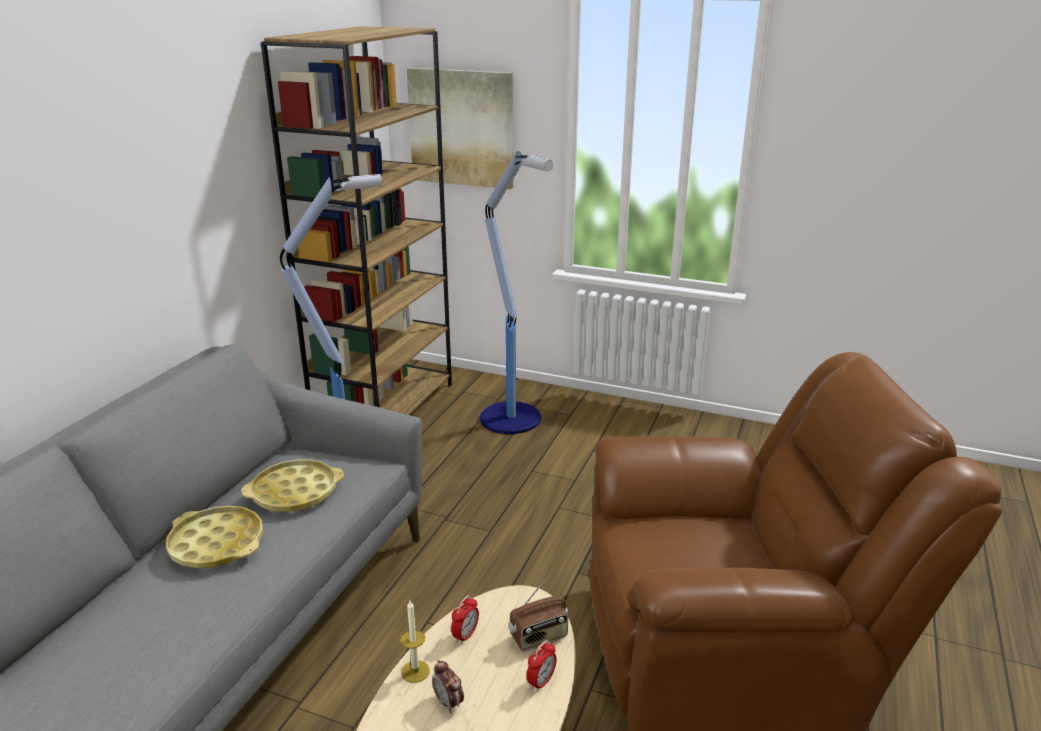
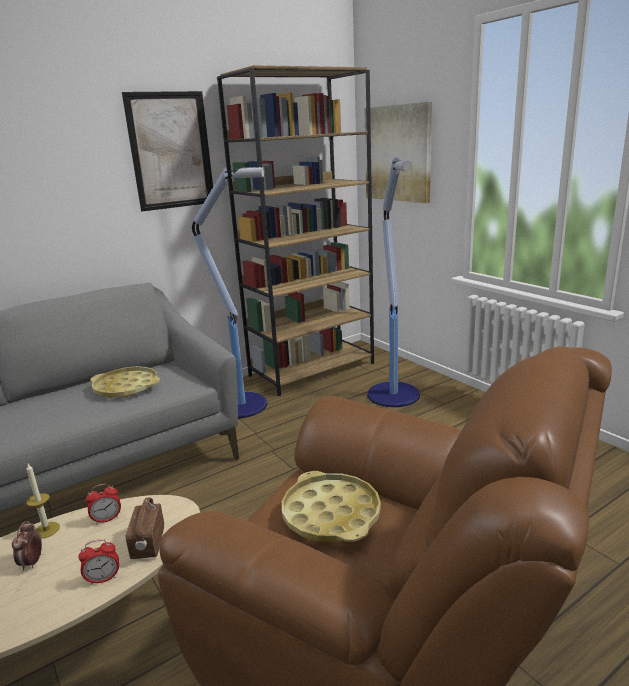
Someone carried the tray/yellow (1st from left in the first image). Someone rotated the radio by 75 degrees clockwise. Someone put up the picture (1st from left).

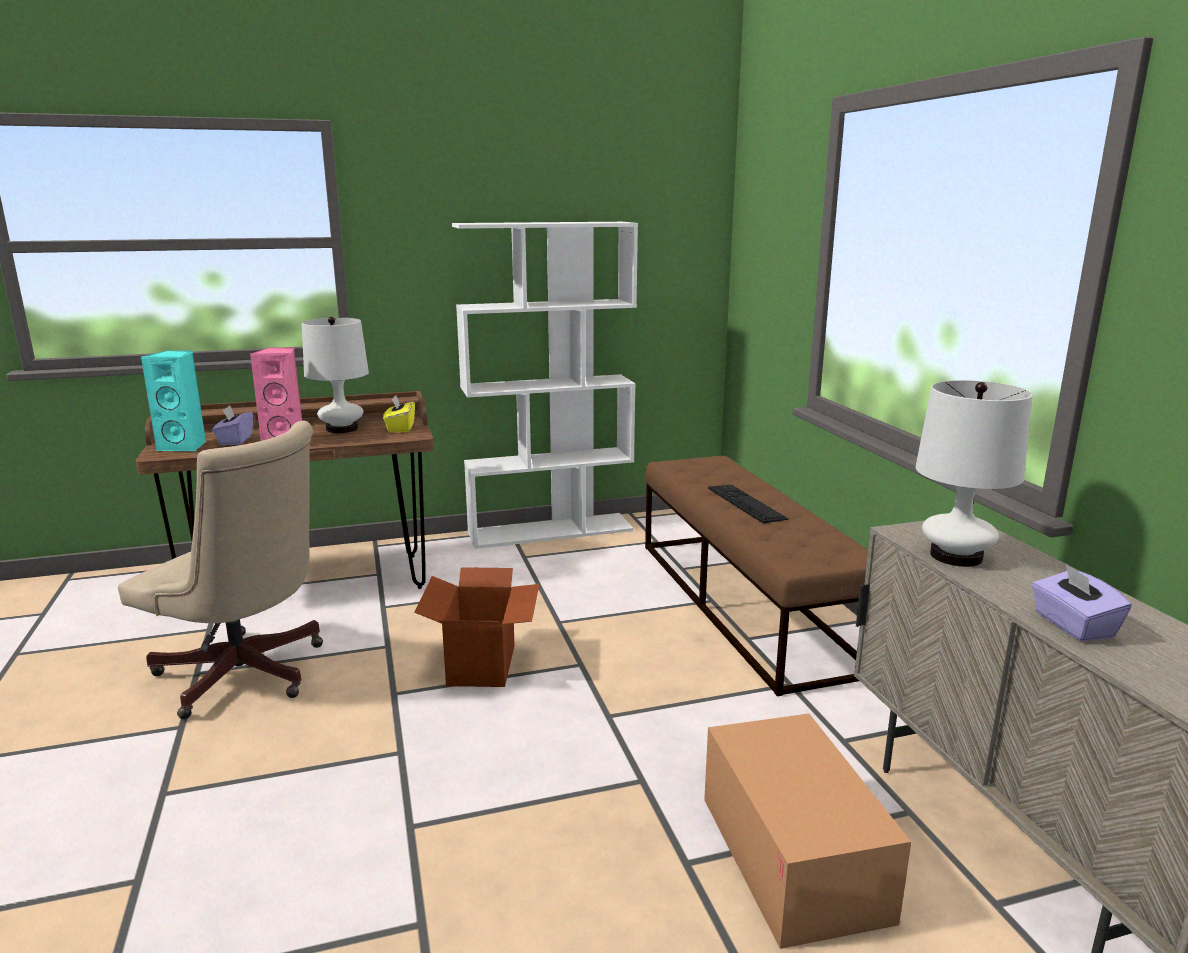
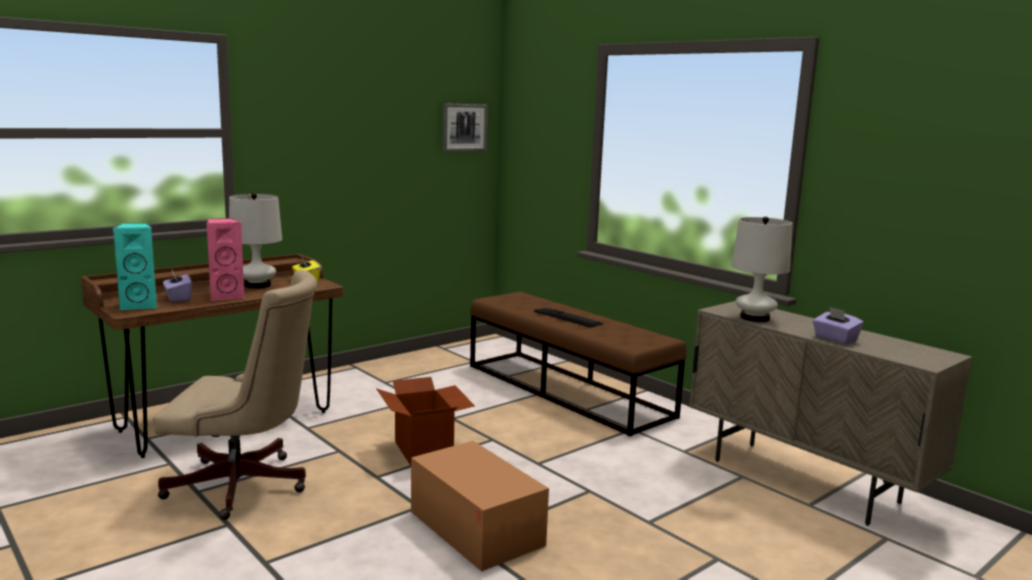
Someone took away the bookcase/white. Someone carried the cardboard box (2nd from left). Someone put up the picture.

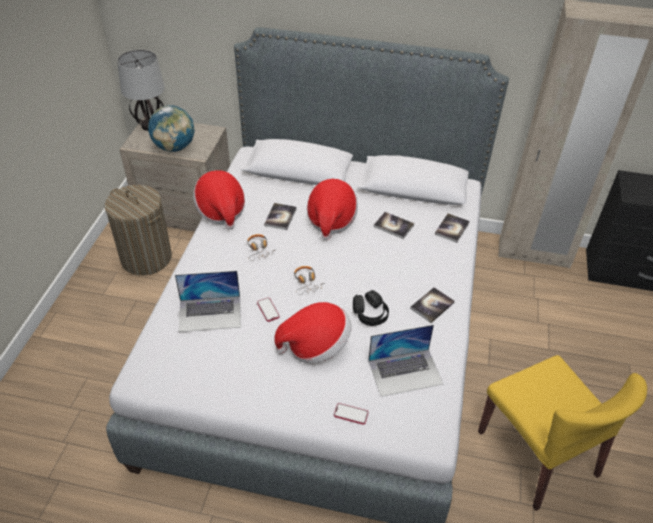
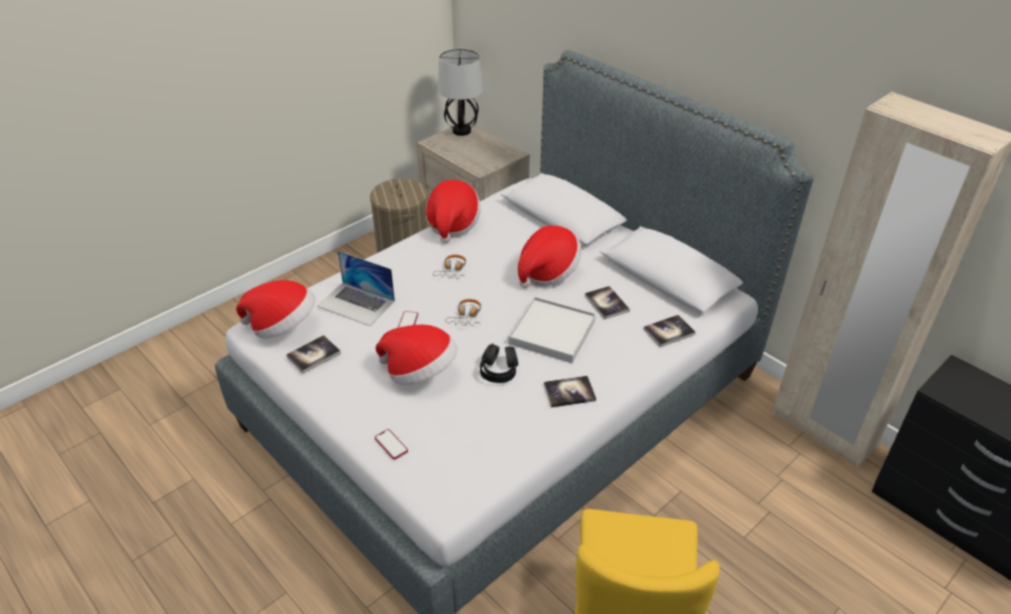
Someone took away the globe. Someone carried the book (1st from left). Someone took away the laptop (2nd from left). Someone put down the hat (1st from left). Someone put down the tray/white.

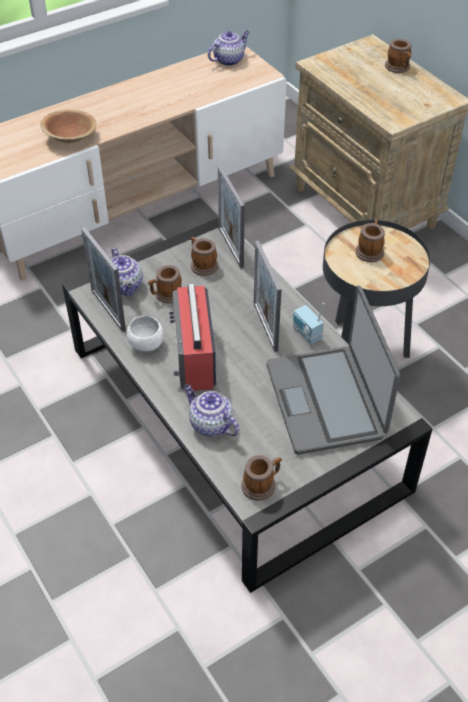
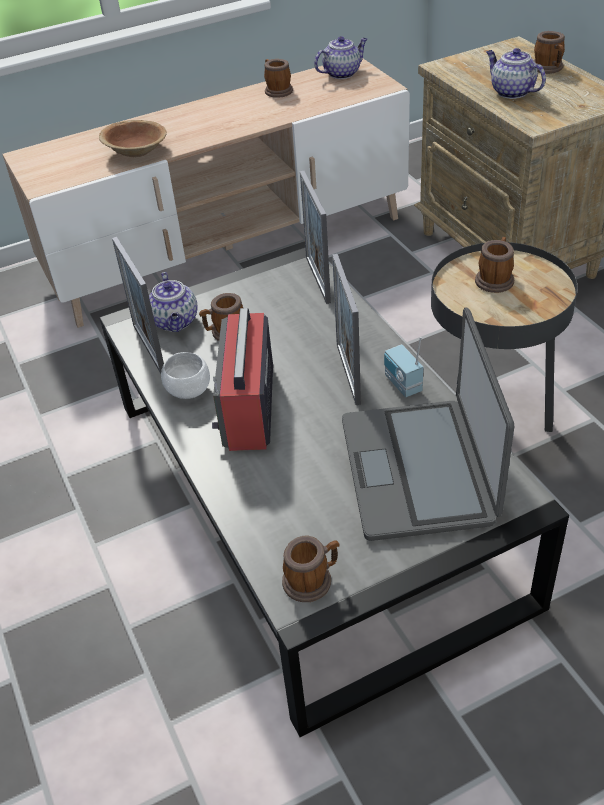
Someone carried the teapot (2nd from left in the first image). Someone carried the mug (2nd from left).

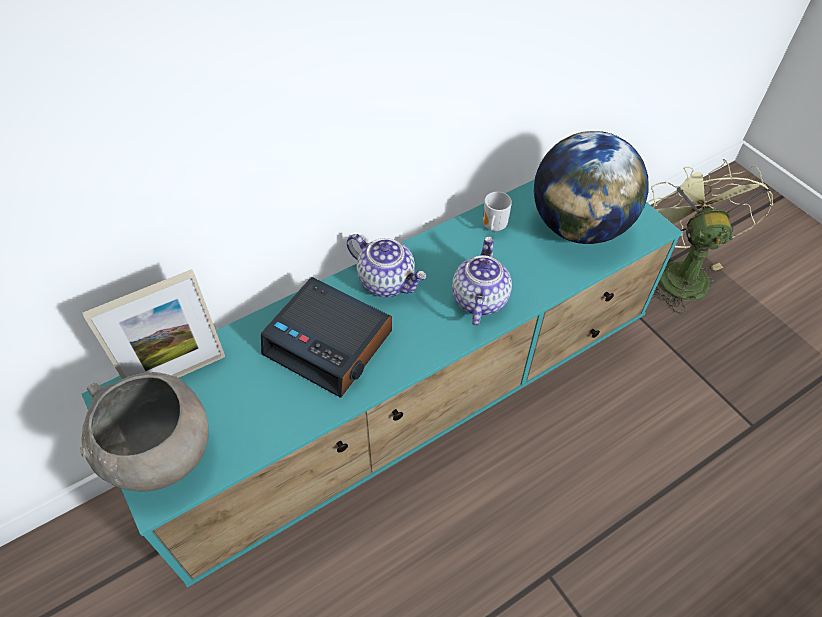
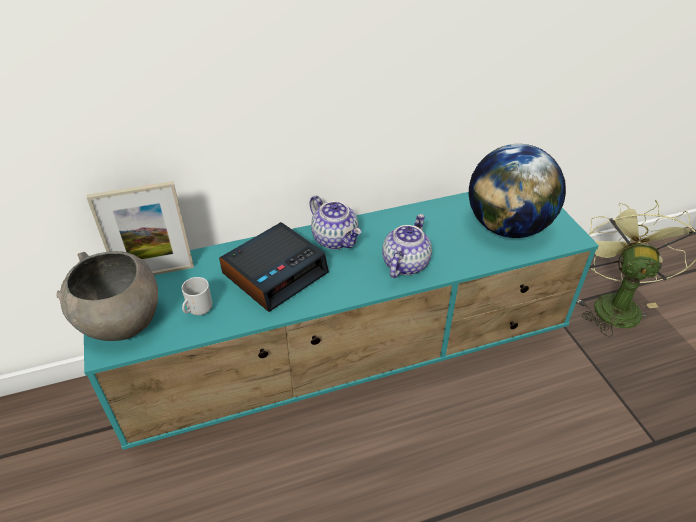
Someone rotated the alarm clock by 90 degrees counterclockwise. Someone carried the mug.

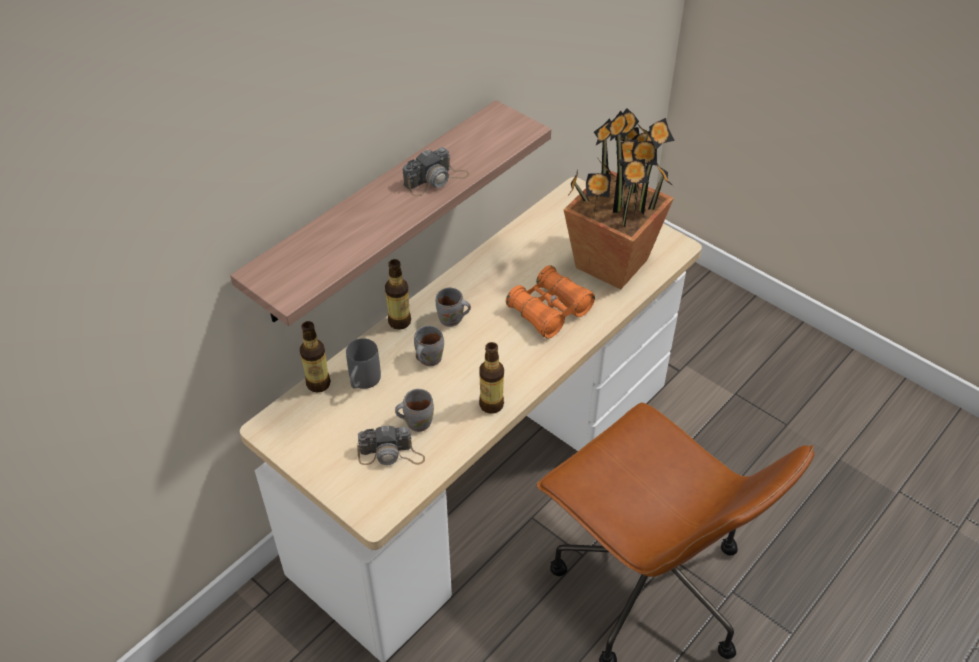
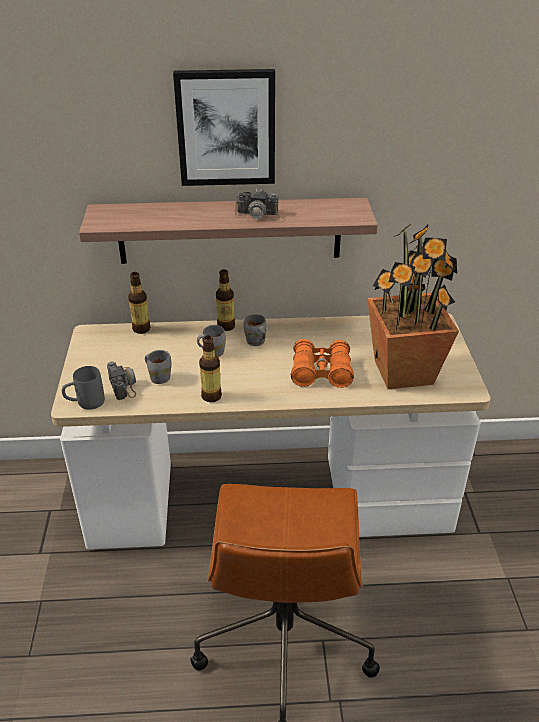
Someone carried the mug/grey (1st from left). Someone rotated the photo camera (1st from left) by 150 degrees counterclockwise. Someone put up the picture.

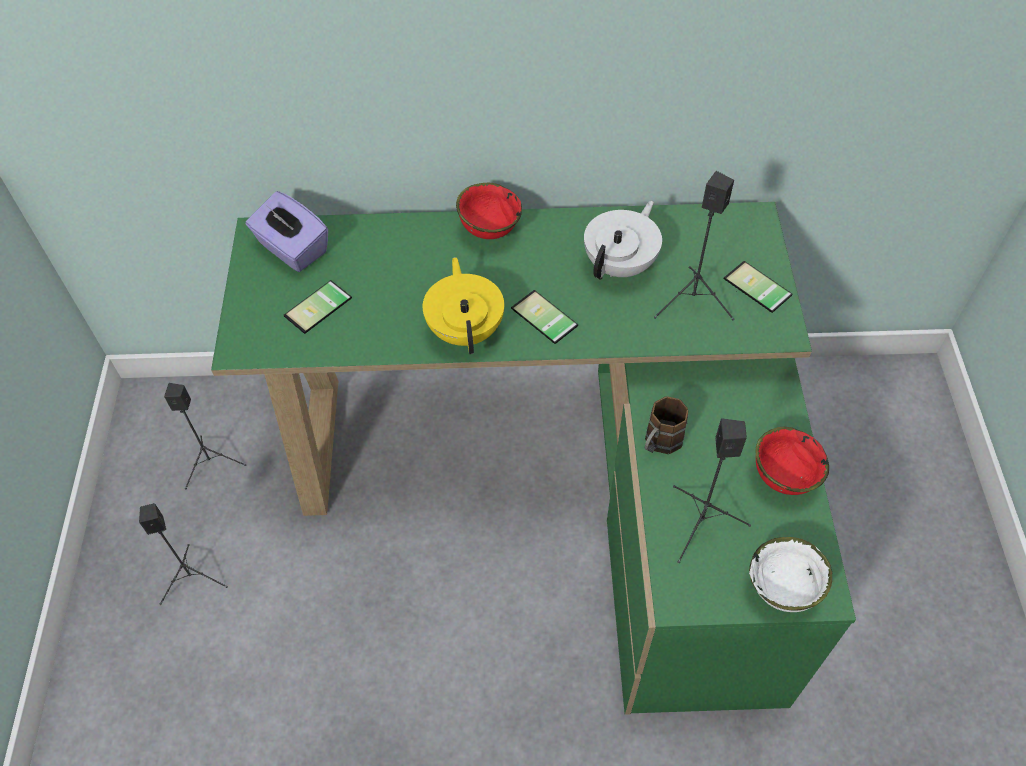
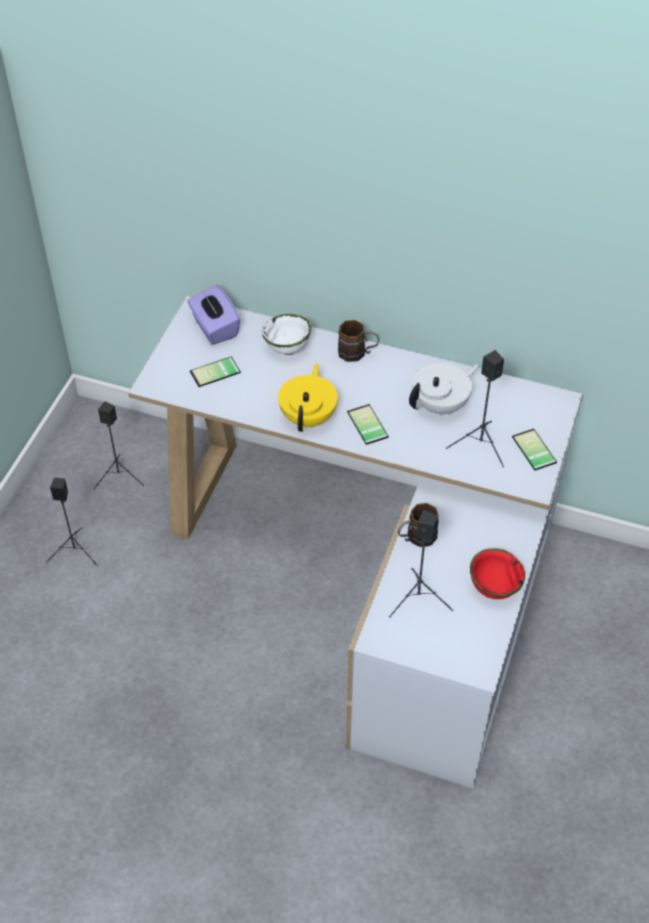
Someone repainted the desk/green, which became the desk/white. Someone swapped the bowl/red (1st from left) for the mug/brown (1st from left). Someone carried the bowl/white.

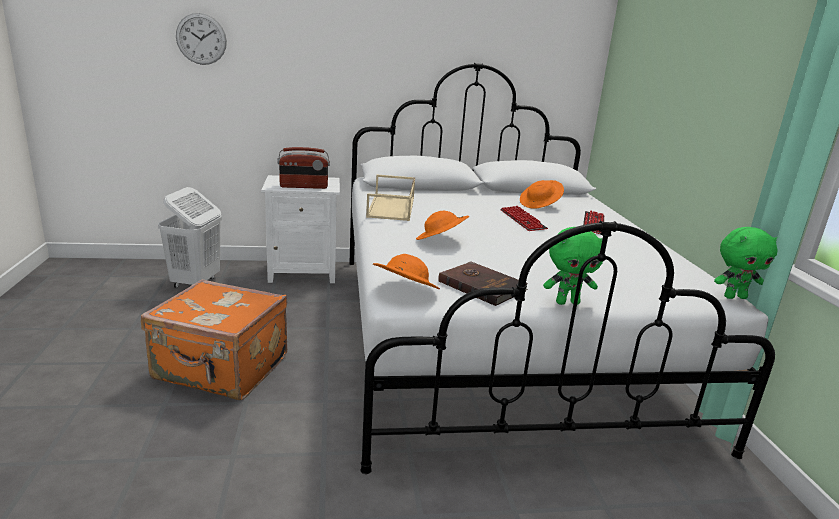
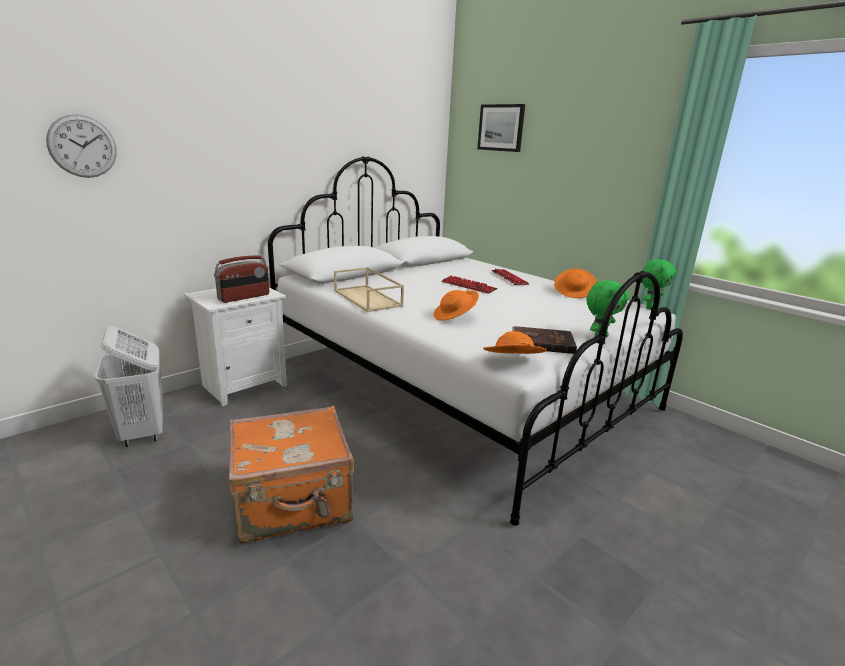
Someone carried the hat/orange (3rd from left). Someone put up the picture.

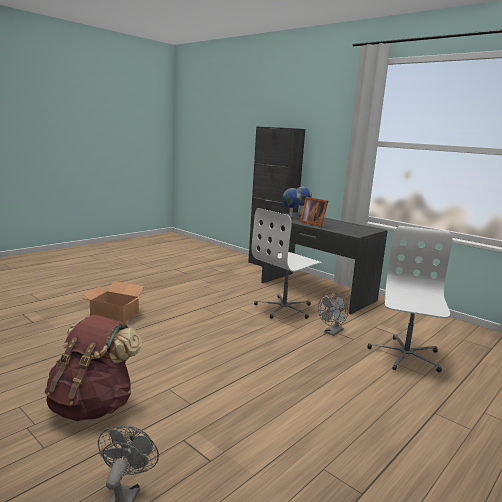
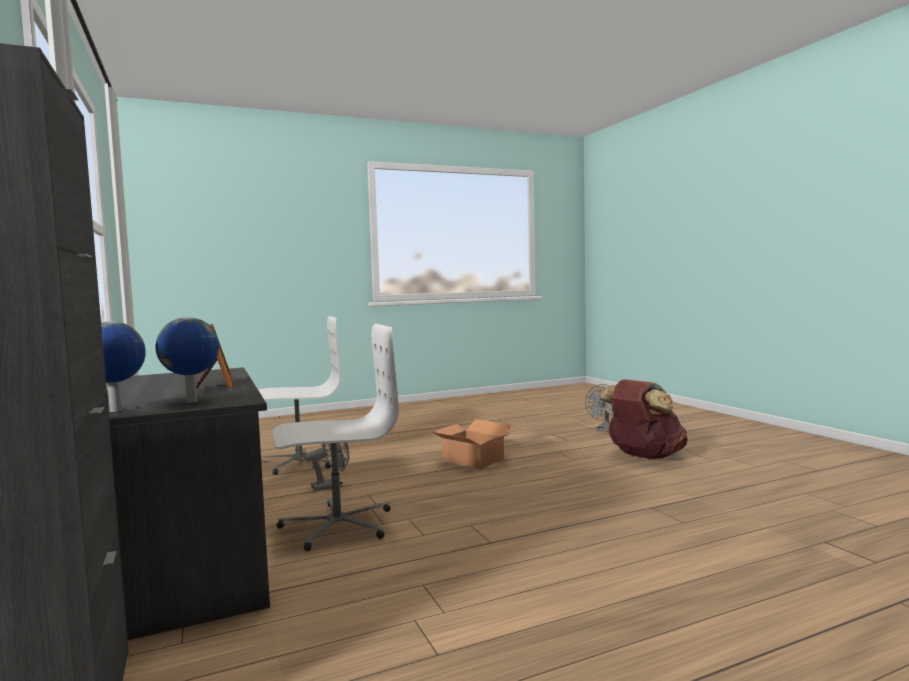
Someone carried the cardboard box. Someone rotated the office chair/white (2nd from left in the first image) by 150 degrees counterclockwise.

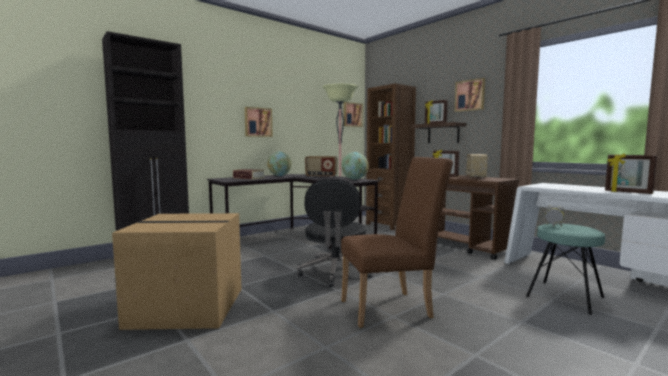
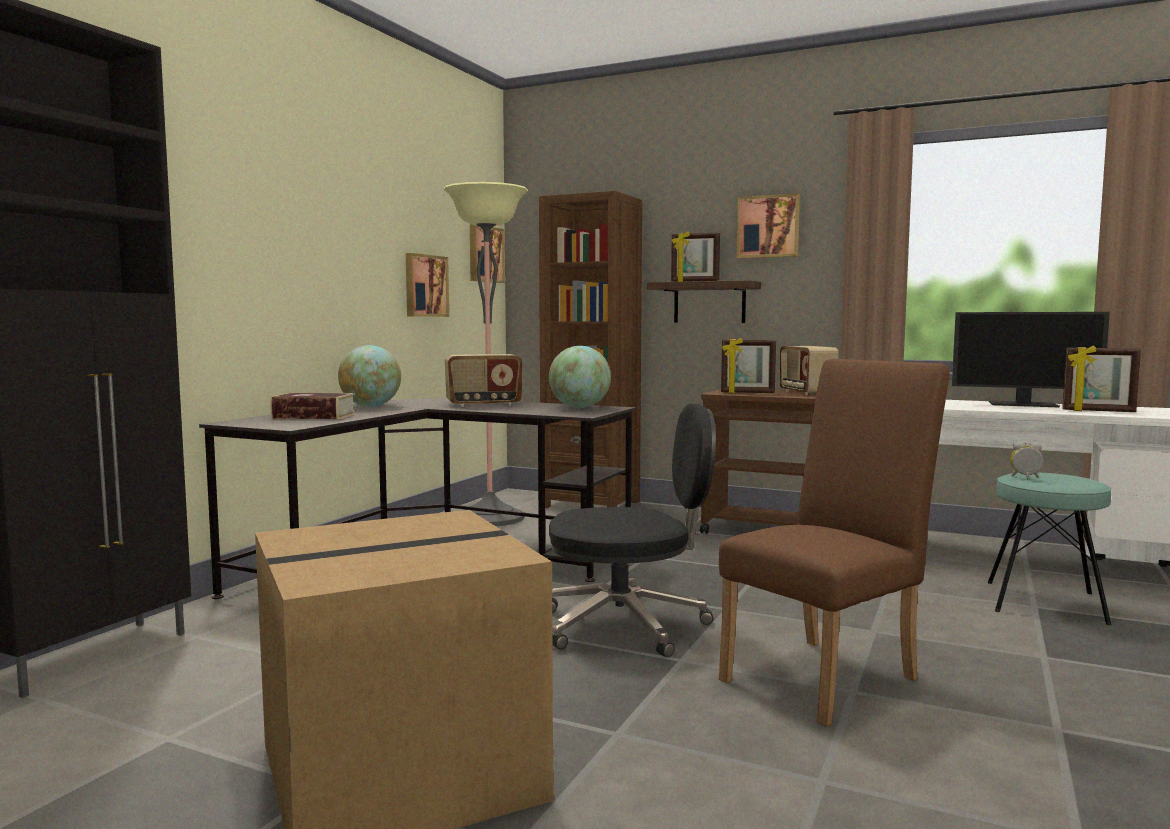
Someone carried the picture (1st from left). Someone rotated the office chair/black by 75 degrees counterclockwise. Someone put down the monitor.

